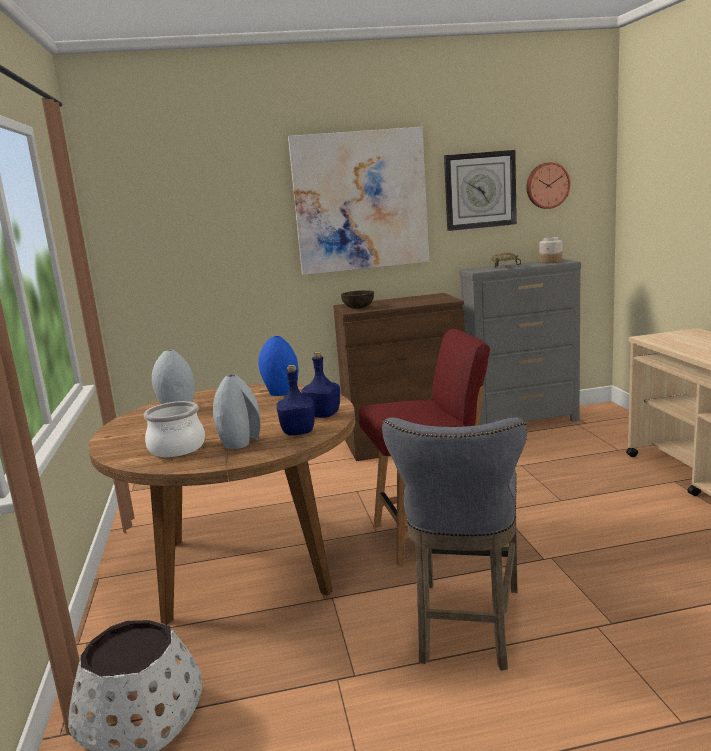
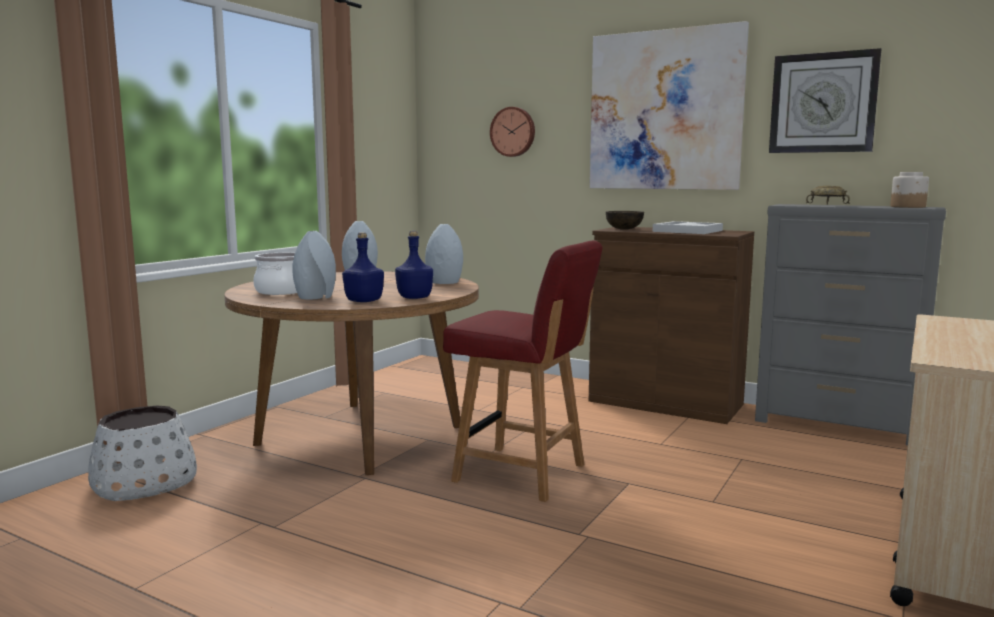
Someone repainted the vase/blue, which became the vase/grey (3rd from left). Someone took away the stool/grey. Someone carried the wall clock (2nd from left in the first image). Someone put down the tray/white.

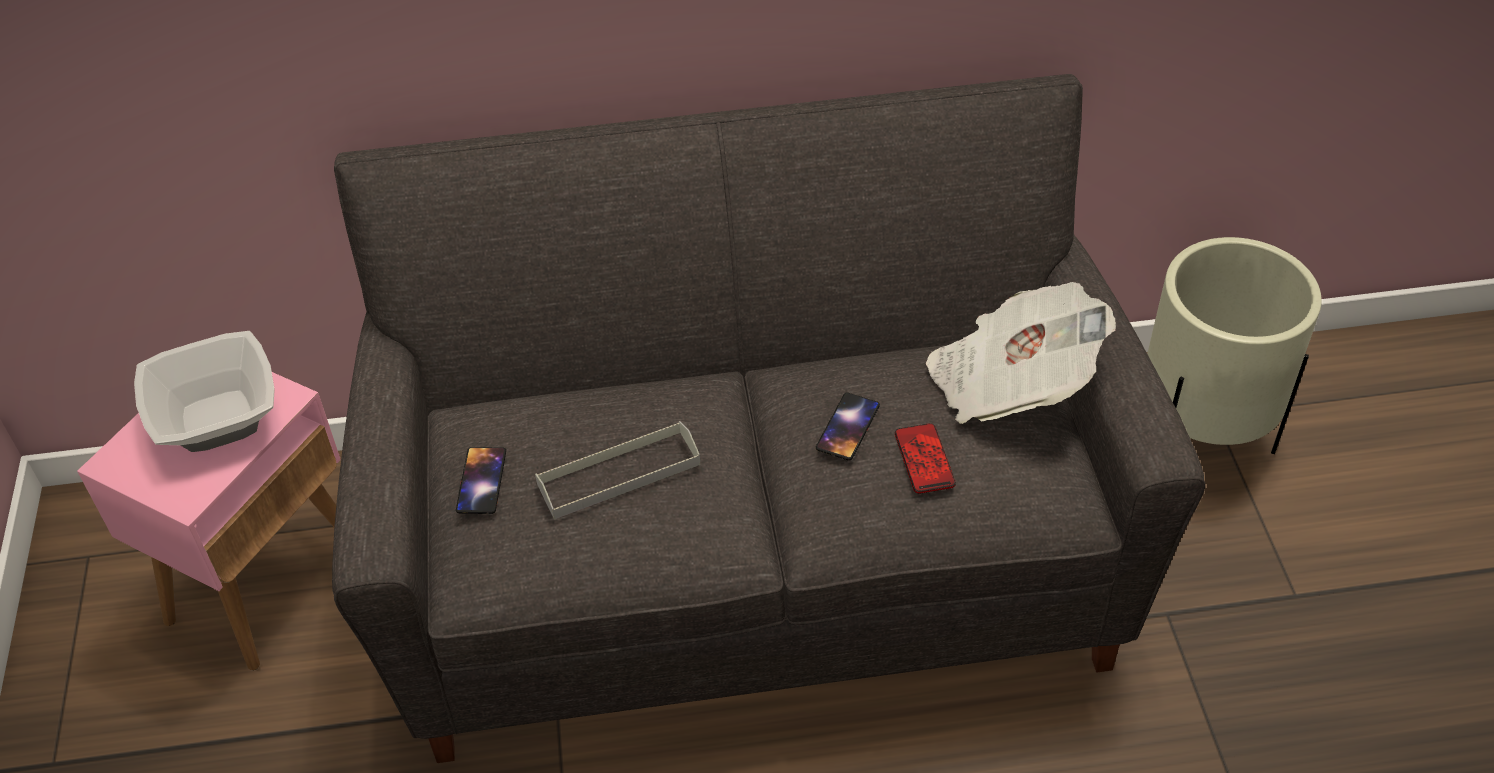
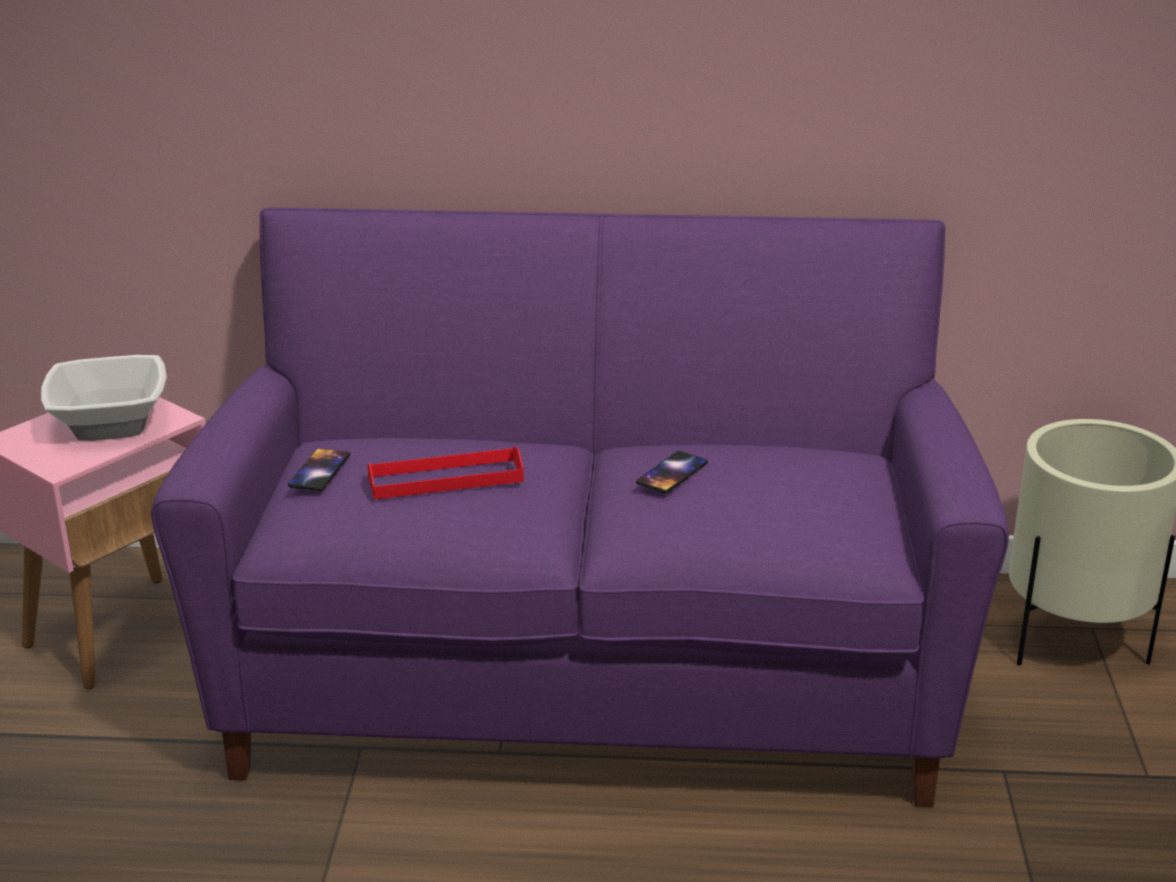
Someone repainted the sofa/grey, which became the sofa/purple. Someone repainted the tray/grey, which became the tray/red. Someone took away the phone (3rd from left). Someone took away the newspaper.

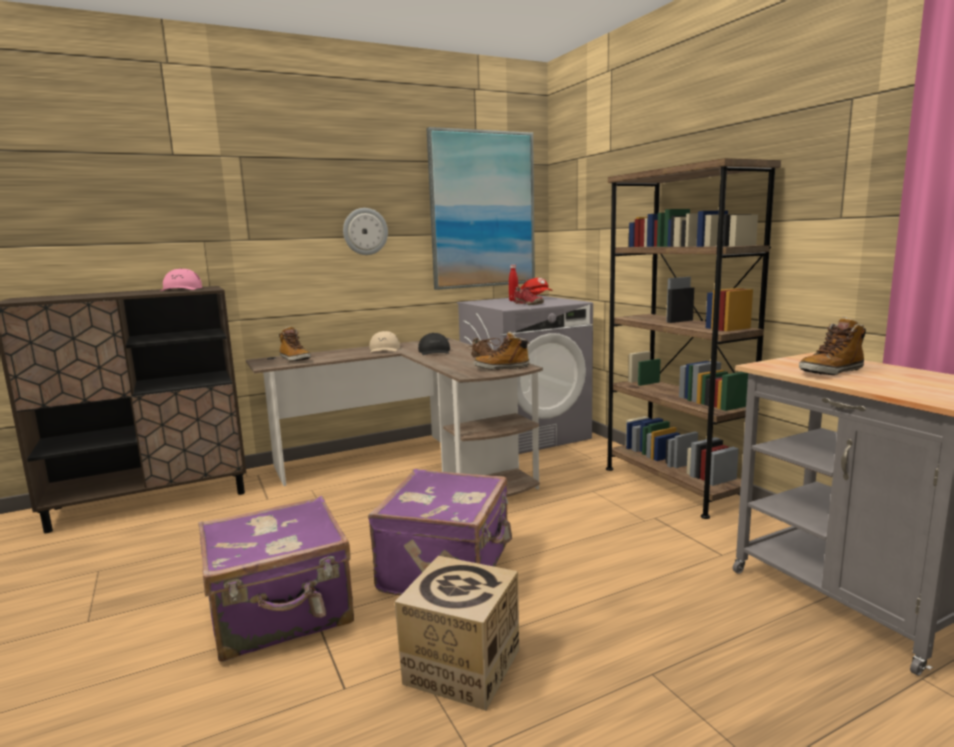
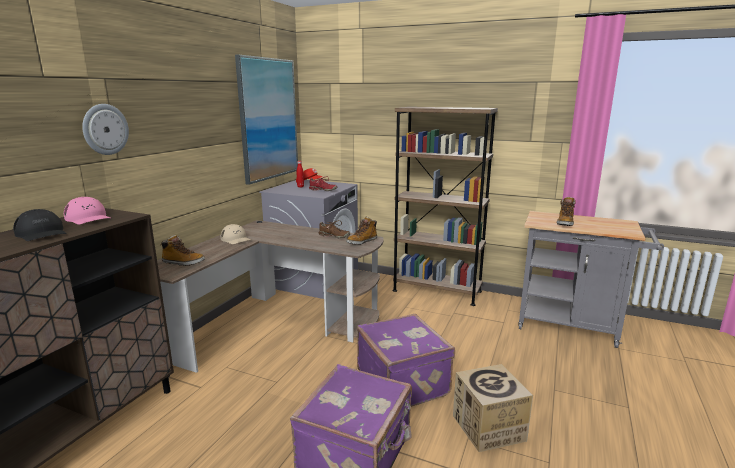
Someone carried the wall clock. Someone carried the cap/black.

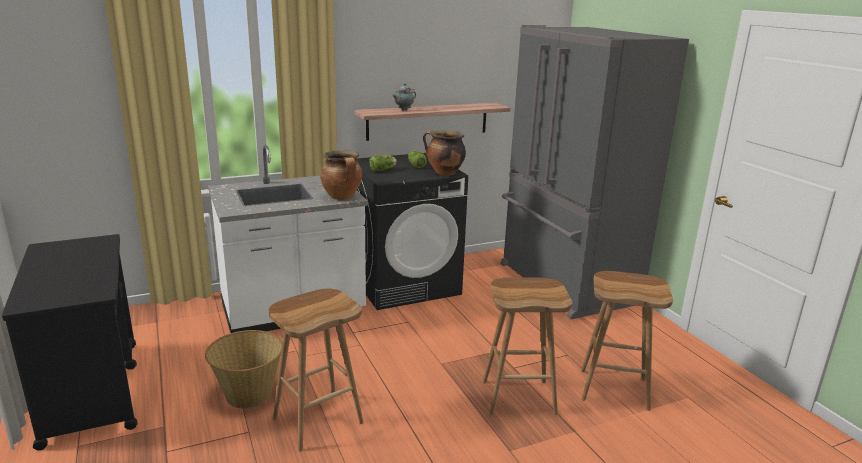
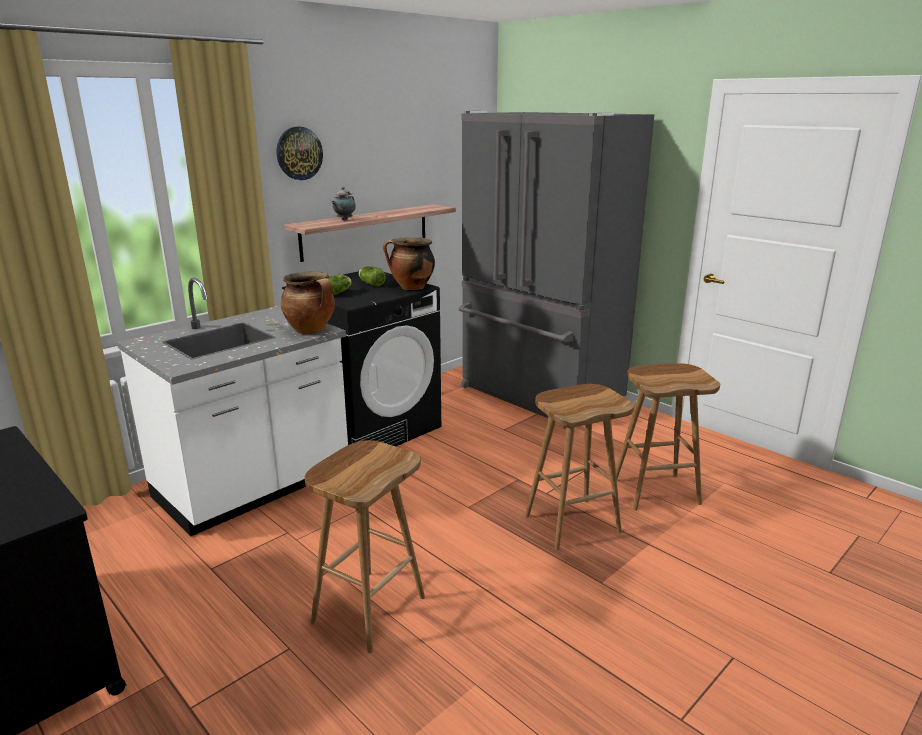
Someone took away the basket. Someone put up the wall clock.

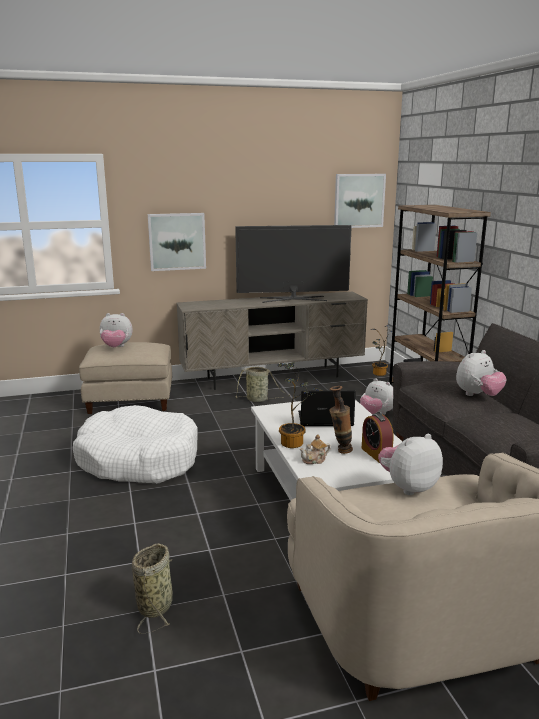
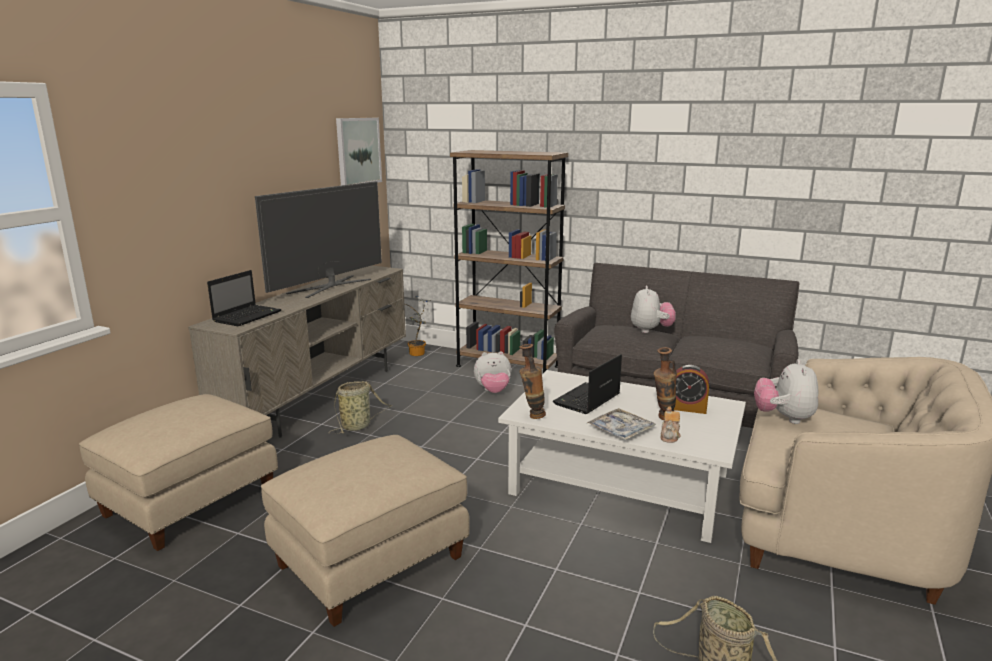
Someone swapped the dog bed/white for the ottoman/beige (2nd from left). Someone took away the plush toy (1st from left). Someone took away the picture (1st from left). Someone swapped the potted plant (1st from left) for the tray. Someone put down the laptop (1st from left). Someone put down the vase (1st from left).

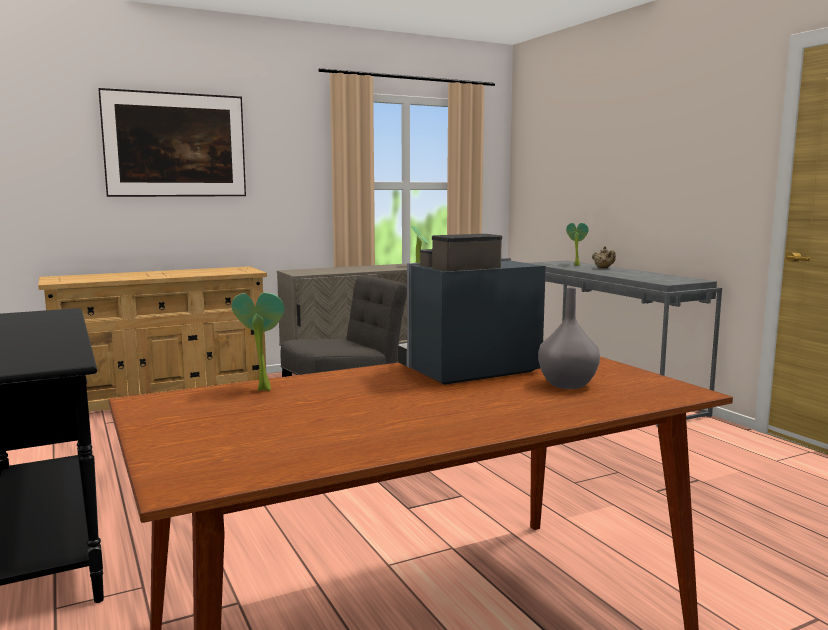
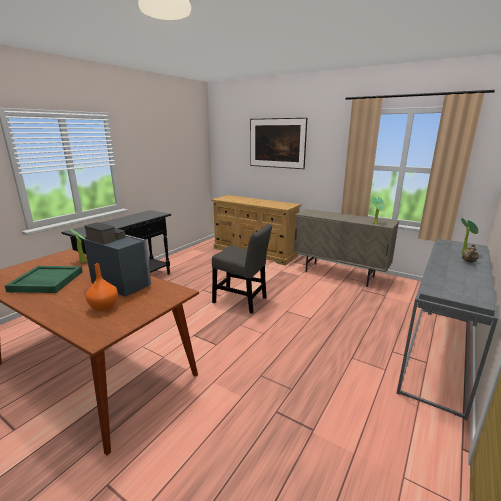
Someone repainted the vase/grey, which became the vase/orange. Someone put down the tray/green.

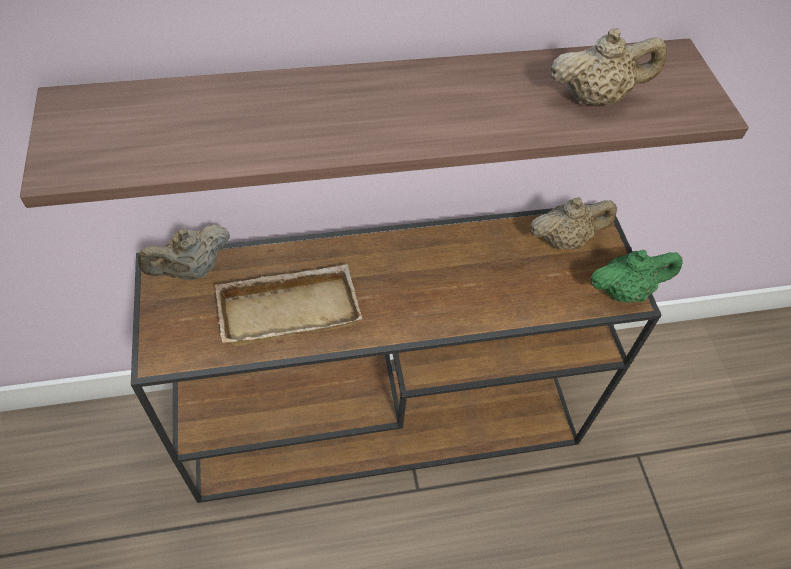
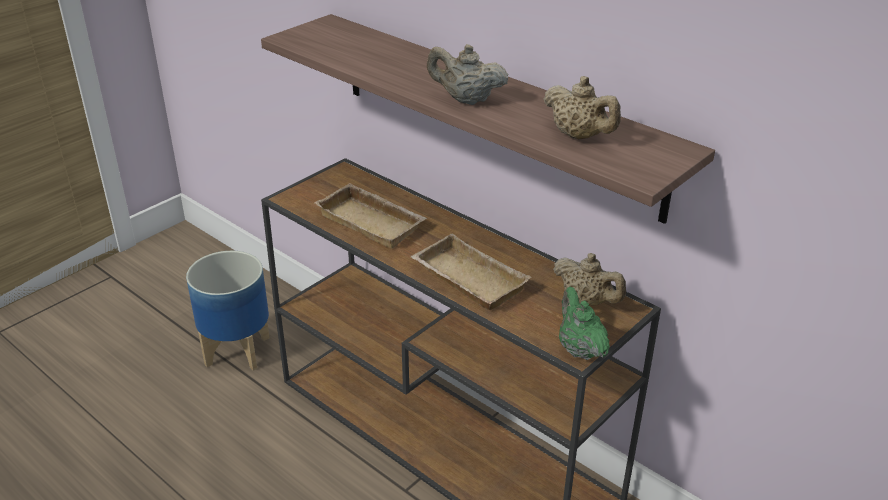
Someone carried the teapot/beige (1st from left). Someone rotated the teapot/green by 150 degrees counterclockwise. Someone put down the planter. Someone put down the tray/beige (2nd from left).

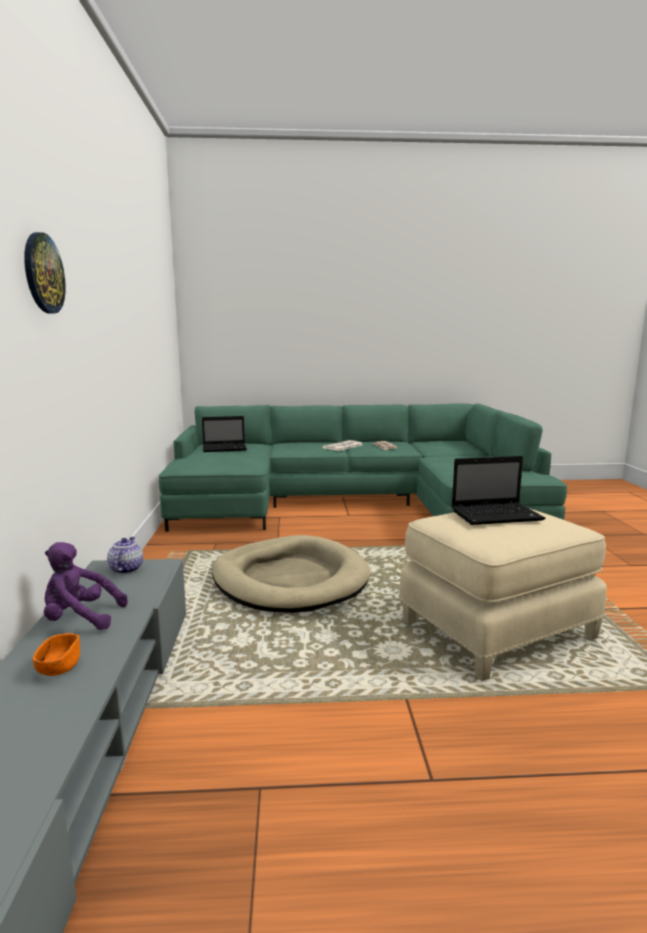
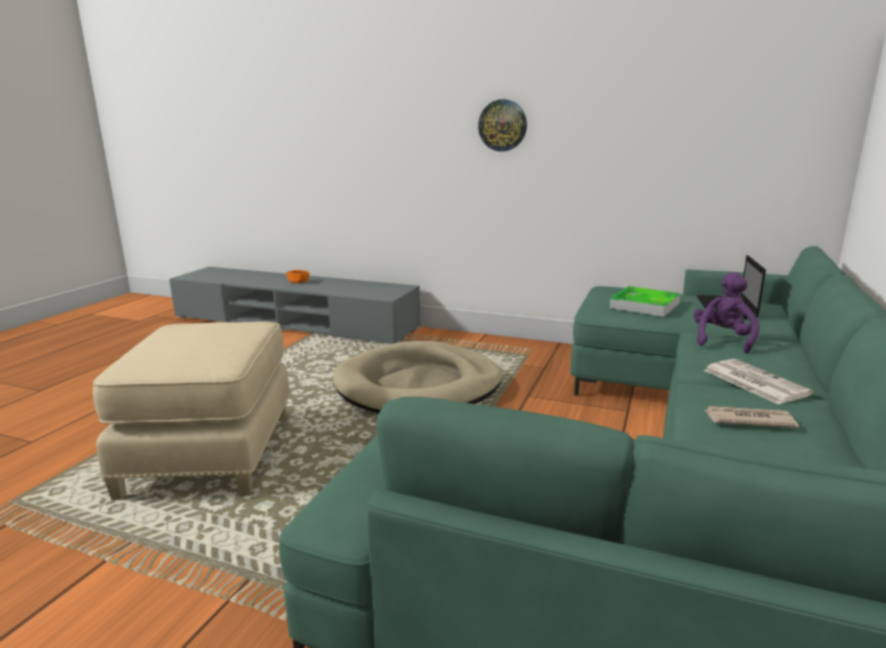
Someone carried the wall clock. Someone carried the plush toy/purple. Someone took away the teapot. Someone took away the laptop (2nd from left). Someone put down the tray.

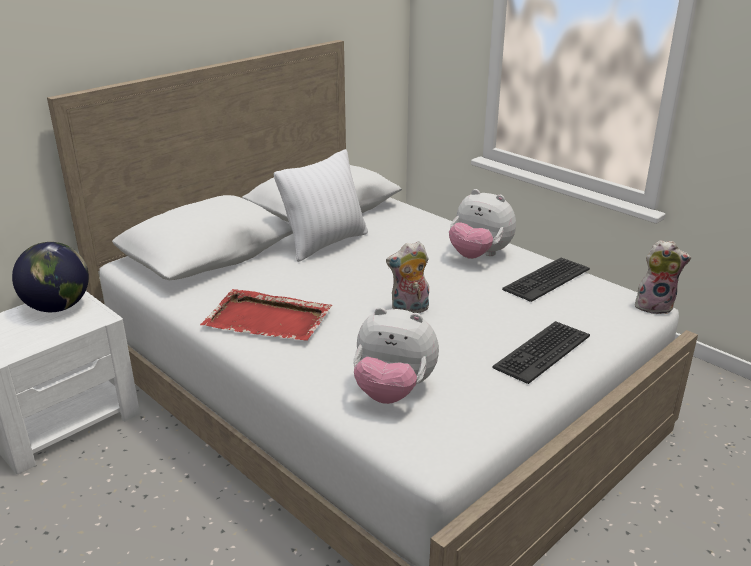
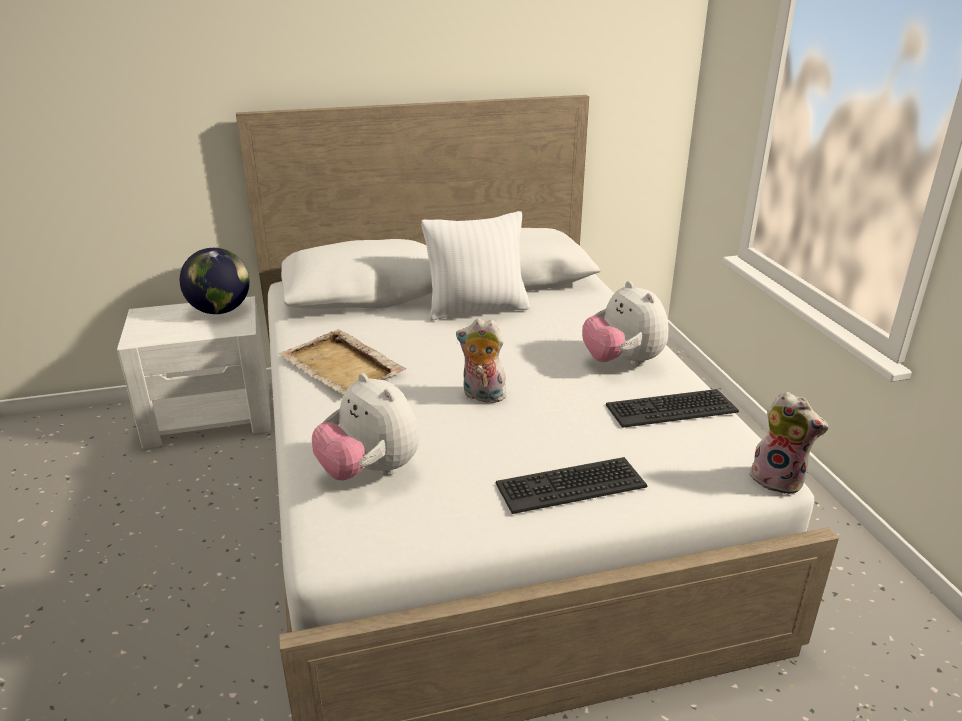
Someone repainted the tray/red, which became the tray/beige.

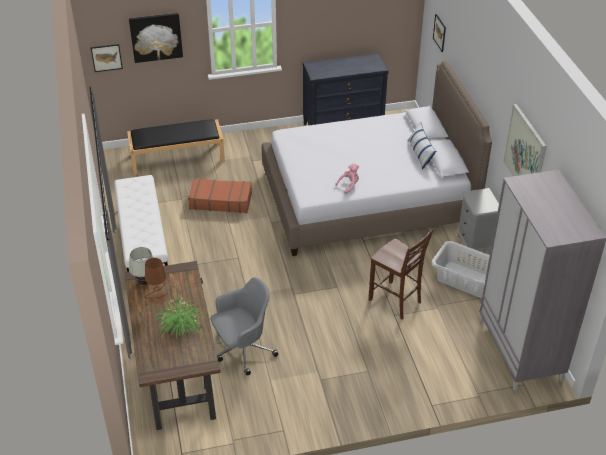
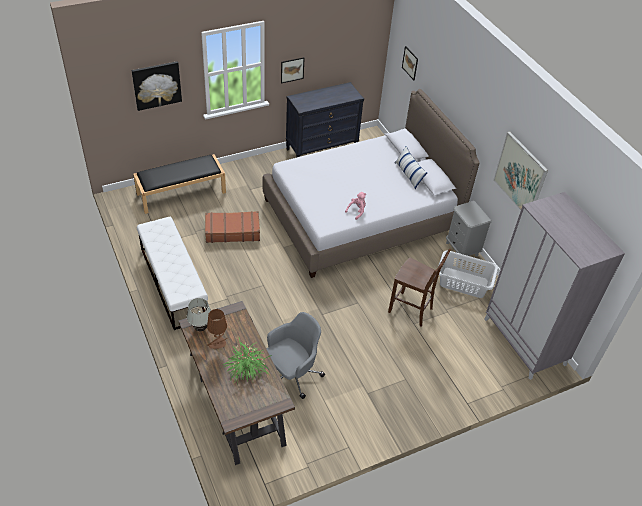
Someone carried the picture (1st from left in the first image).

